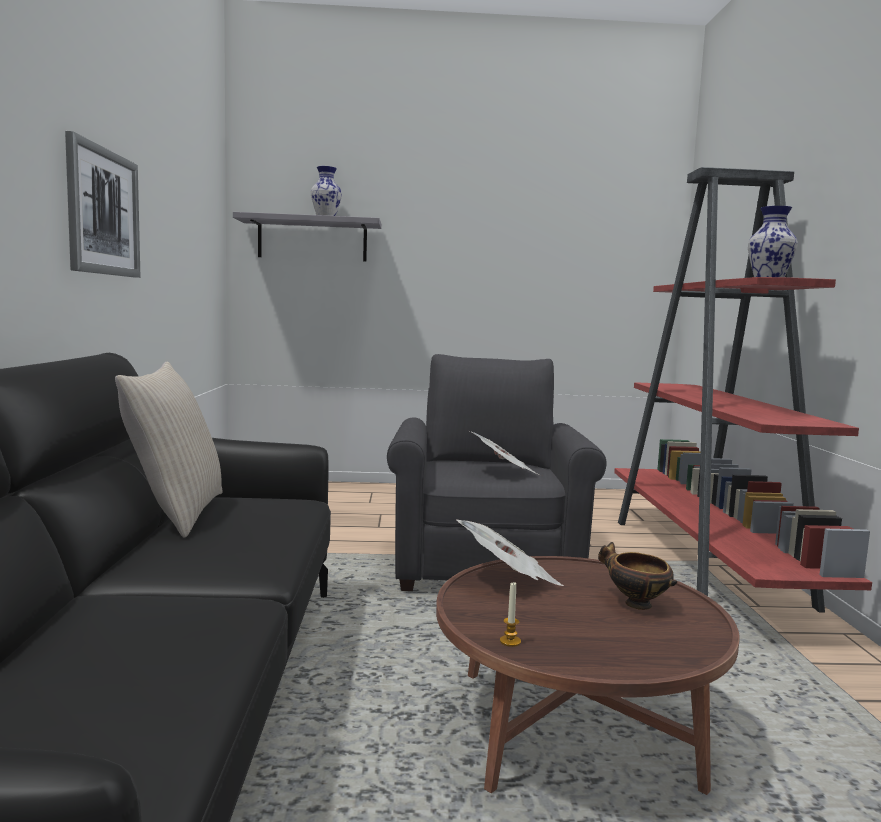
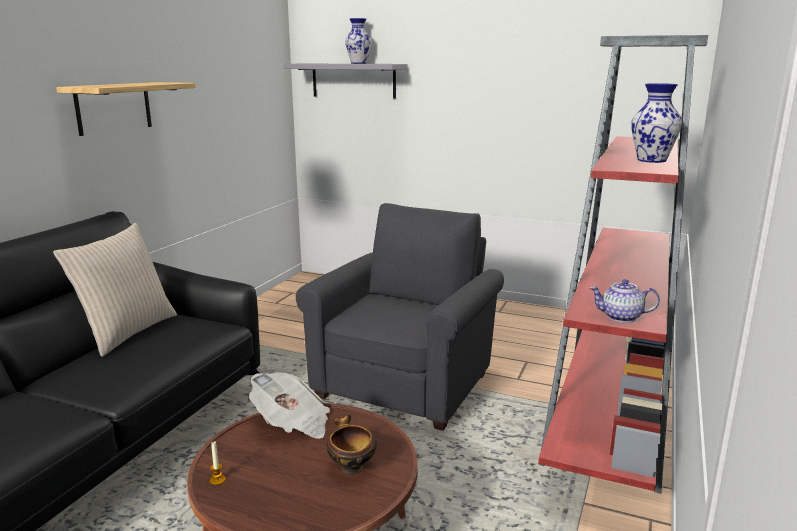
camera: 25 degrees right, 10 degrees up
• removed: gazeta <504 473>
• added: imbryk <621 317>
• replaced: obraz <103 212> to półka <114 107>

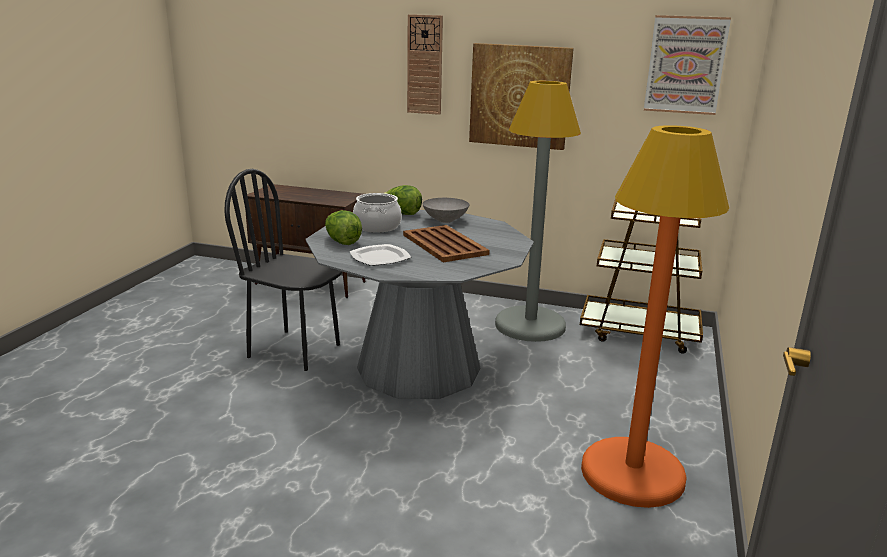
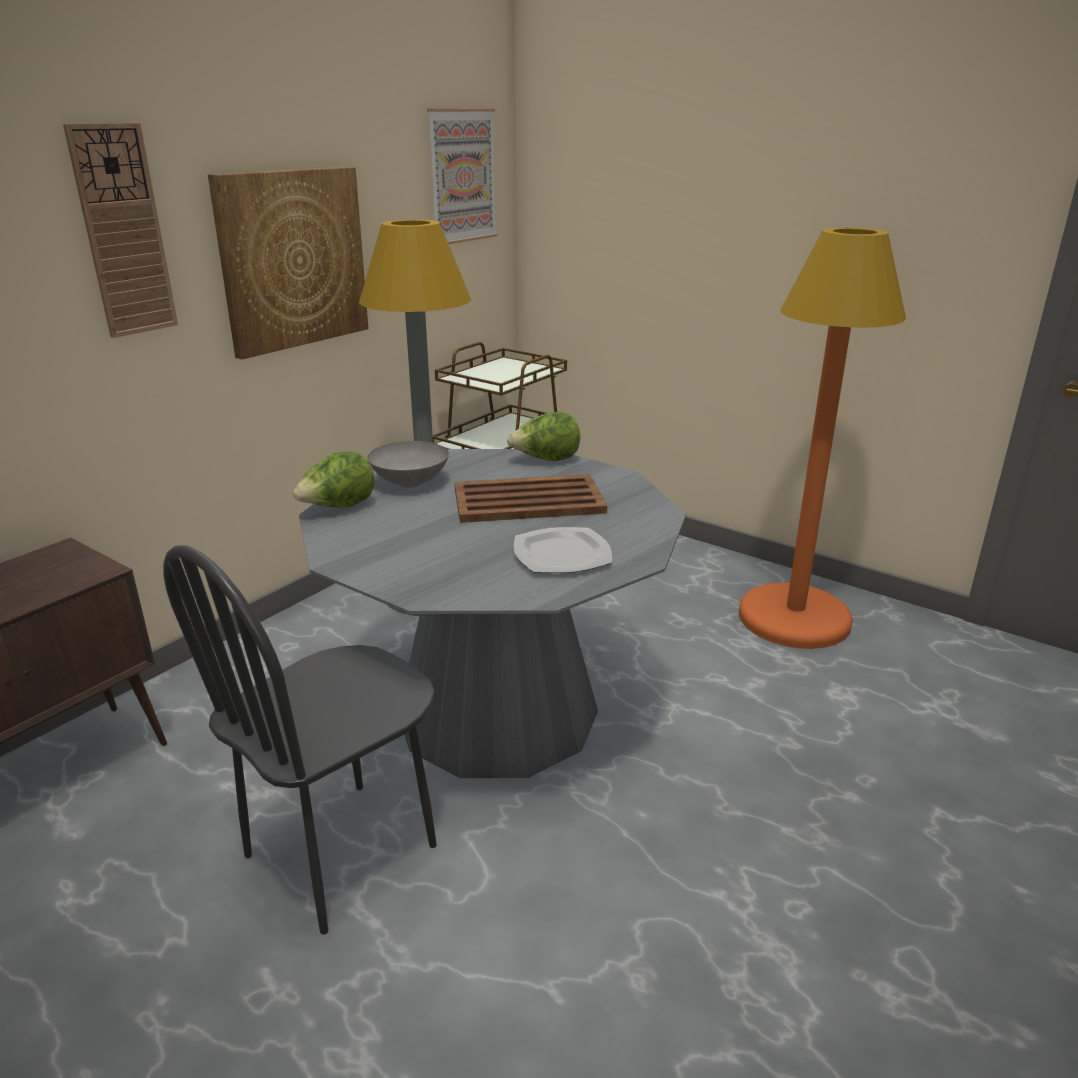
camera: 70 degrees left, 5 degrees up
• removed: garnek <376 227>
• moved: sałata <342 242> to <546 460>

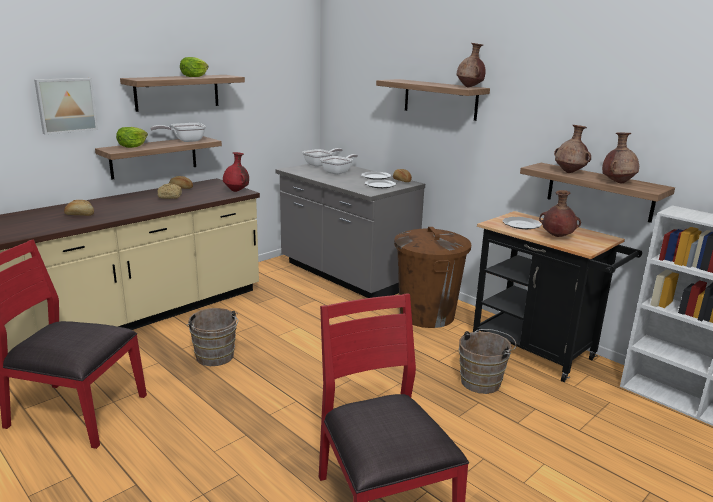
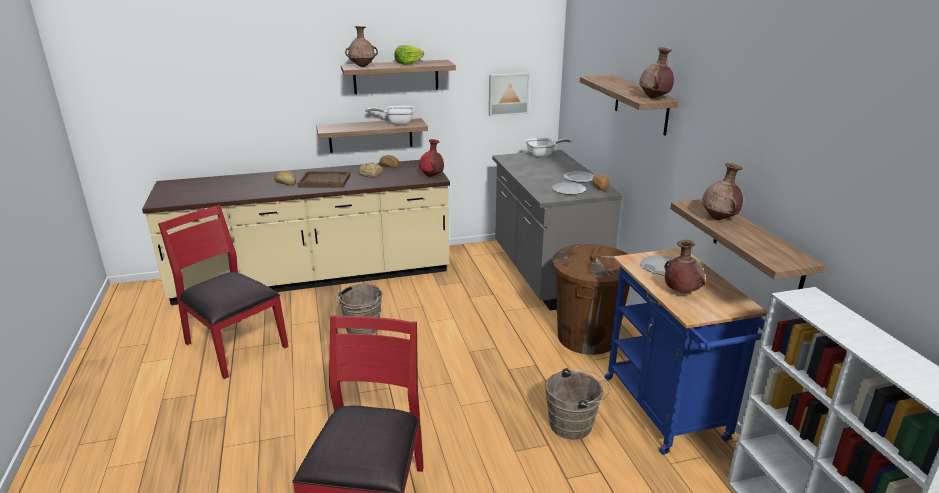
camera: 30 degrees right, 5 degrees up
• removed: sałata <132 146>
• removed: patelnia <338 172>
• added: taca [brązowy] <324 181>
• moved: obraz <66 105> to <508 93>
• moved: wazon [brązowy] <617 182> to <362 66>
• recoloured: wózek [czarny] <539 353> to wózek [niebieski] <669 414>

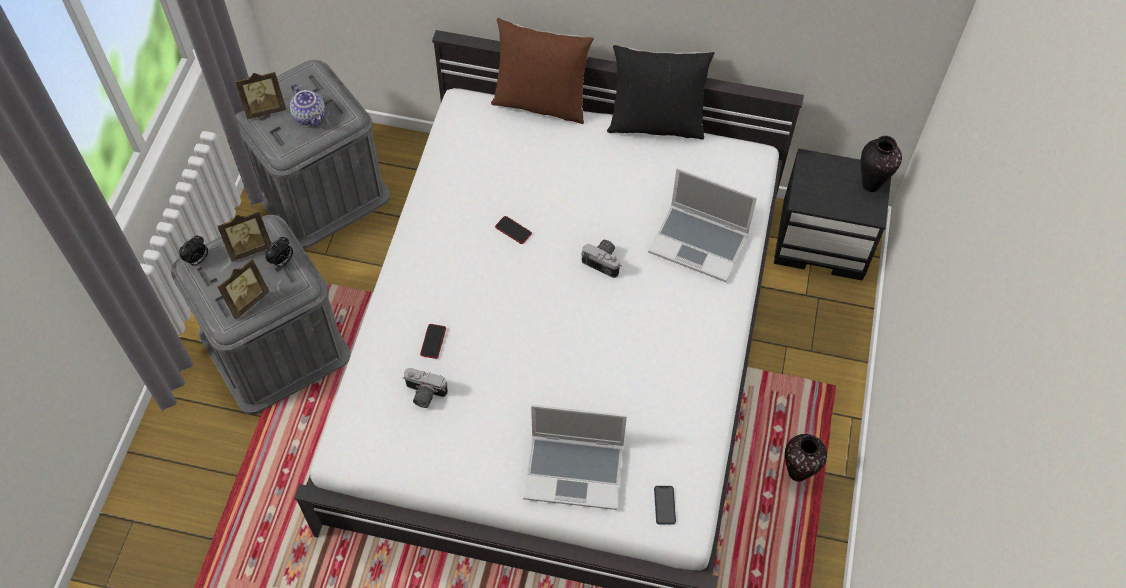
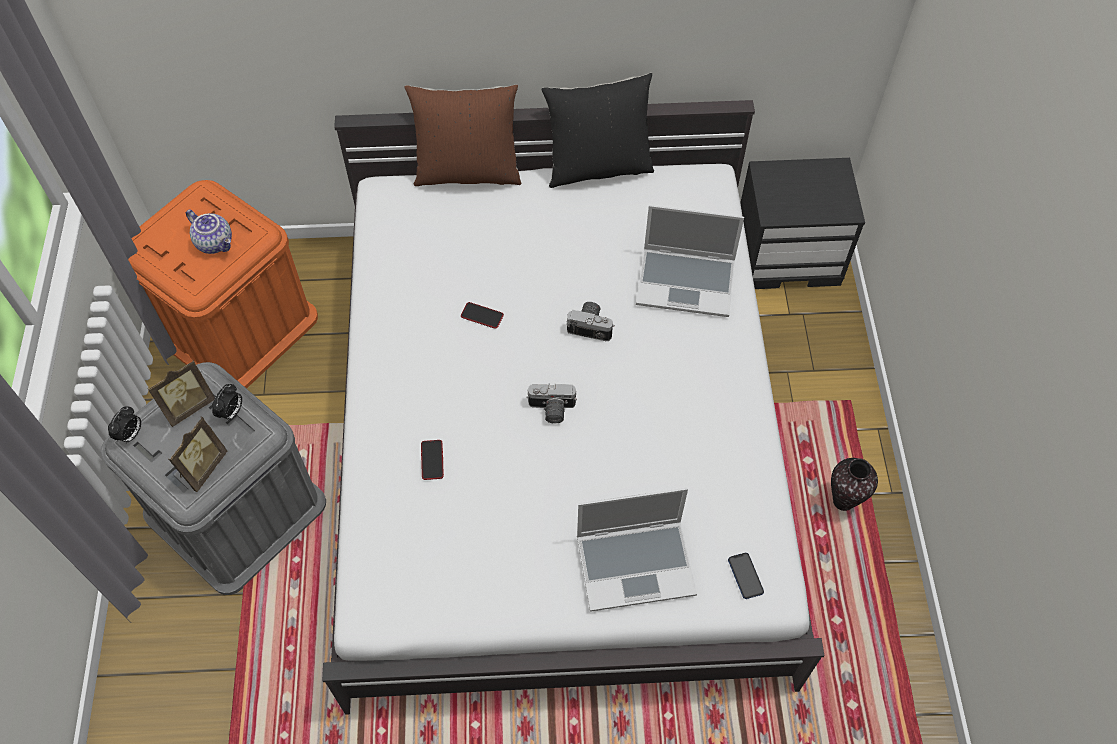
camera: 15 degrees left, 0 degrees up
• removed: ramka na zdjęcie <265 109>
• removed: wazon <870 184>
• moved: aparat fotograficzny <423 394> to <551 410>
• recoloured: pojemnik do przechowywania [szary] <318 188> to pojemnik do przechowywania [pomarańczowy] <235 324>

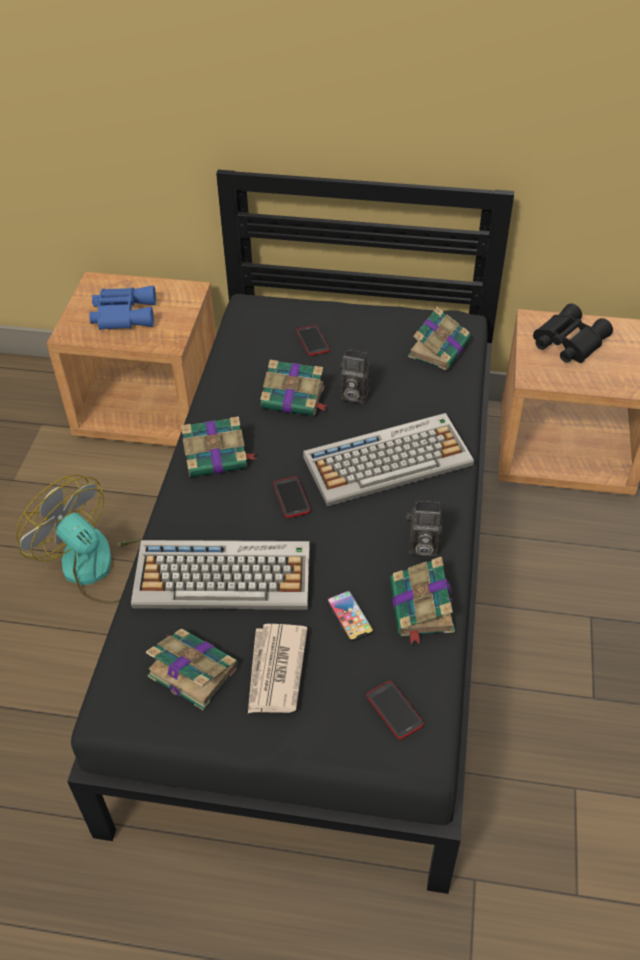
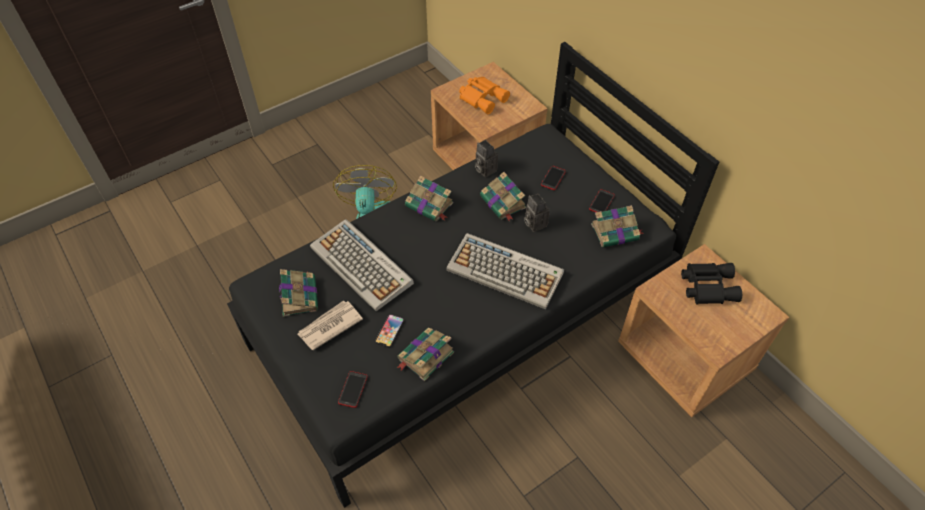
camera: 45 degrees right, 5 degrees up
• moved: telefon <291 498> to <601 202>
• moved: aparat fotograficzny <421 546> to <484 169>
• recoloured: lornetka [niebieski] <123 314> to lornetka [pomarańczowy] <483 97>

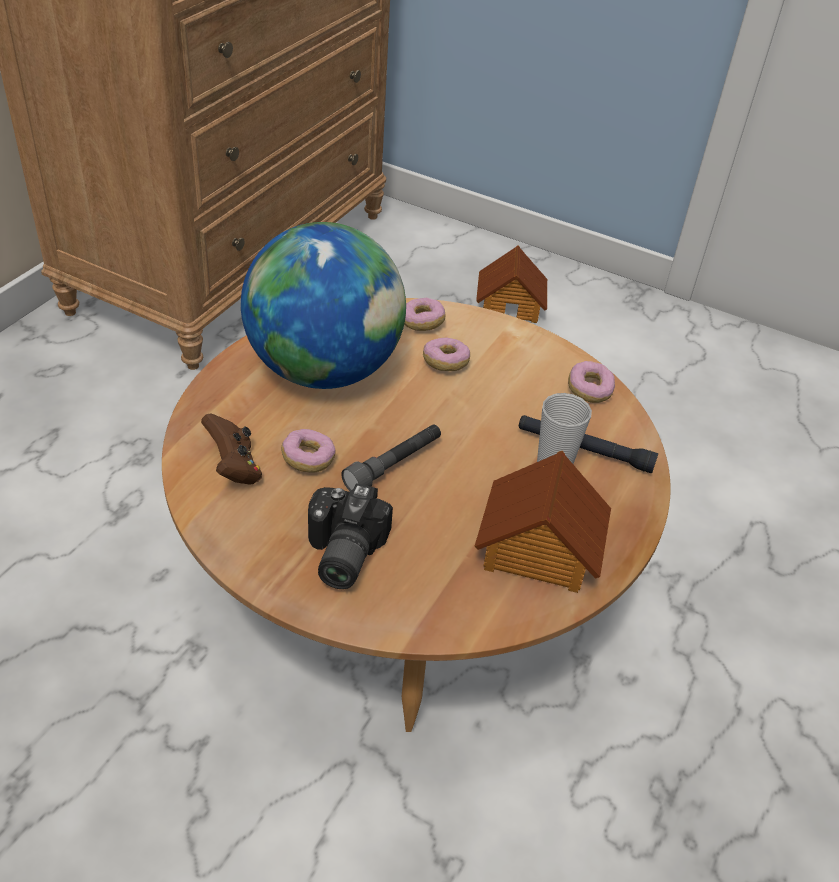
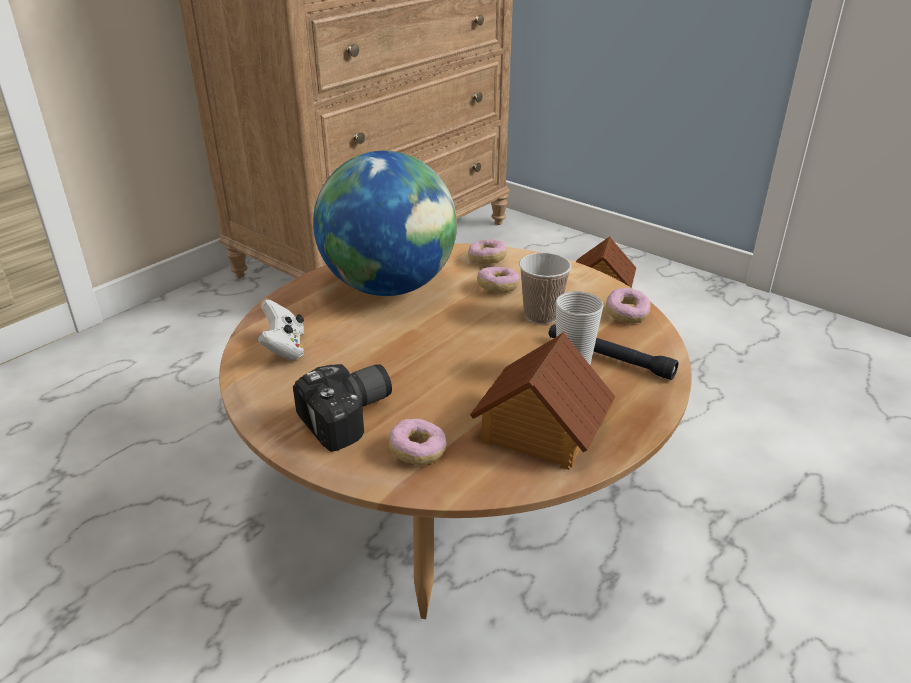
camera: 15 degrees right, 10 degrees down
• removed: latarka [szary] <394 465>
• added: filiżanka <541 315>
• moved: donut <308 459> to <418 451>
• recoloured: pad do gier [brązowy] <234 468> to pad do gier [biały] <284 348>
• turned: aparat fotograficzny <340 553> = <351 417> 150 degrees counterclockwise

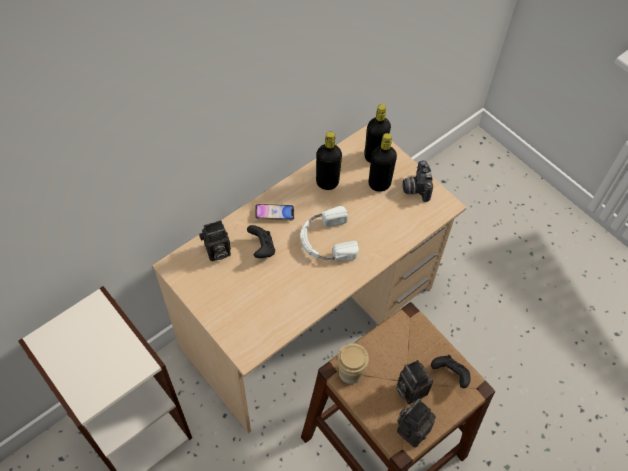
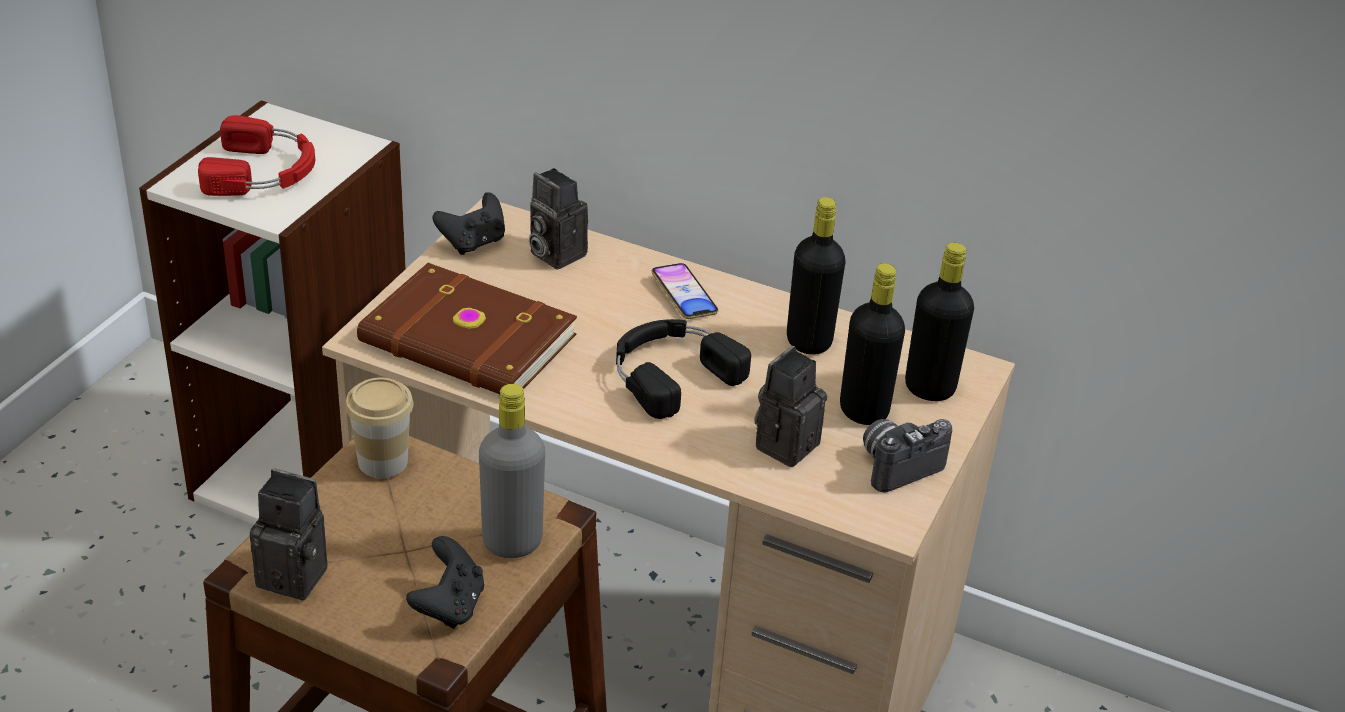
camera: 65 degrees right, 20 degrees down
• added: słuchawki [czerwony] <263 171>
• added: książka [brązowy] <467 341>
• added: butelka [szary] <512 542>
• moved: pad do gier [czarny] <262 248> to <473 243>
• moved: aparat fotograficzny <409 389> to <785 443>
• recoloured: słuchawki [biały] <326 240> to słuchawki [czarny] <670 373>

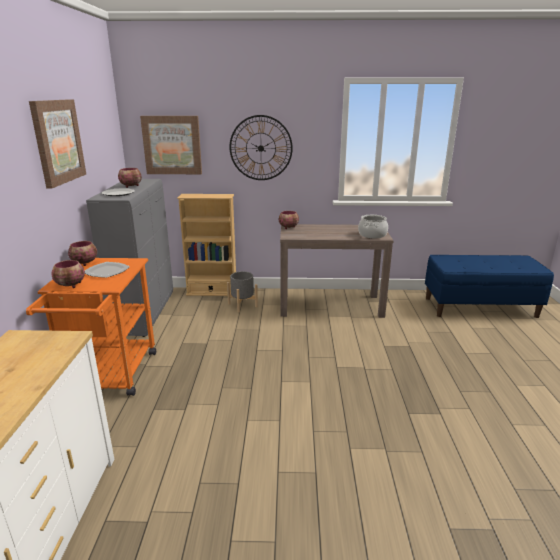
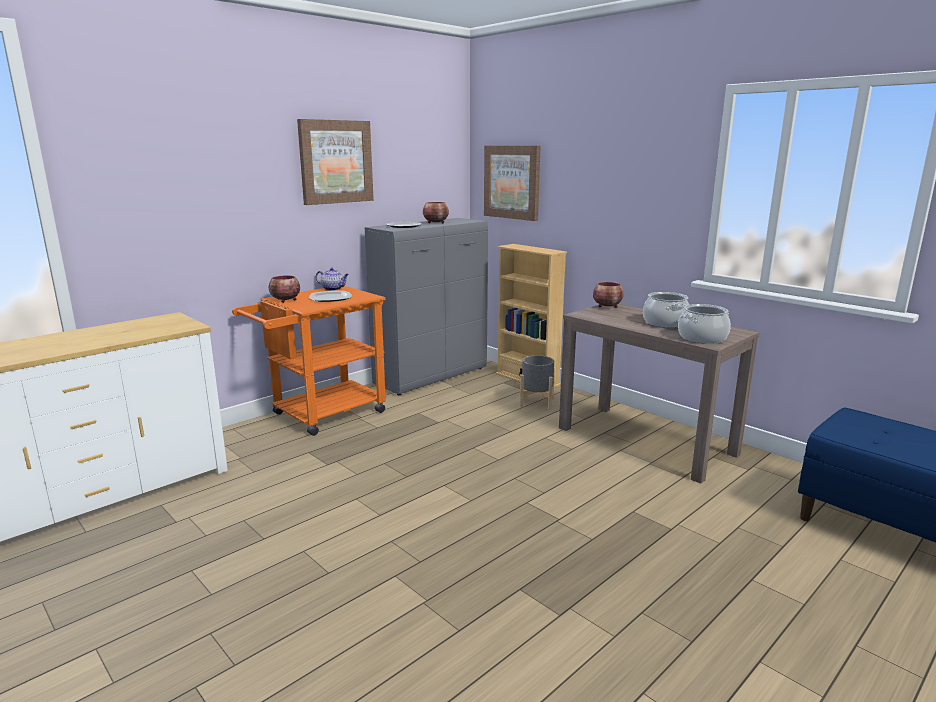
camera: 45 degrees right, 5 degrees down
• removed: zegar ścienny <261 148>
• added: garnek <664 323>
• replaced: miska <85 263> to imbryk <333 289>

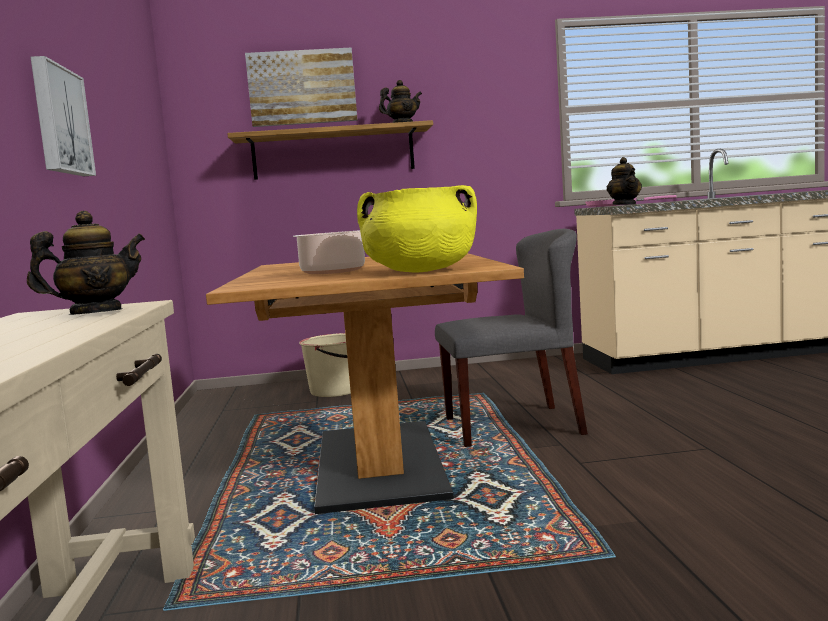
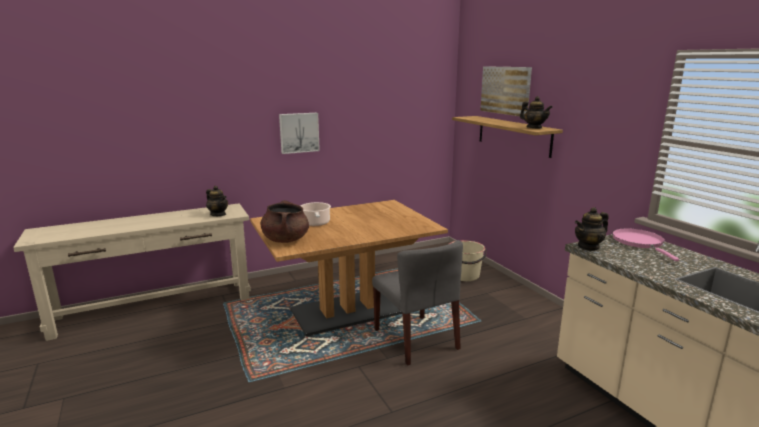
camera: 70 degrees right, 10 degrees up
• recoloured: garnek [żółty] <421 271> to garnek [brązowy] <285 240>

